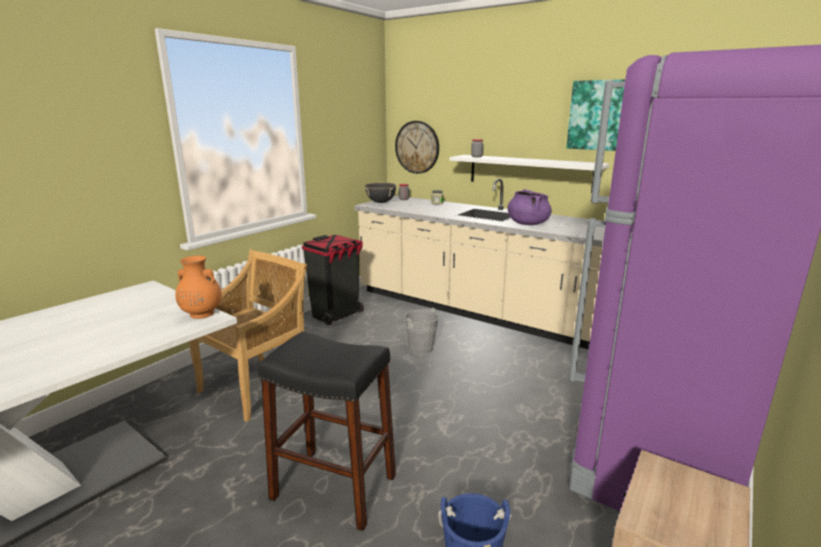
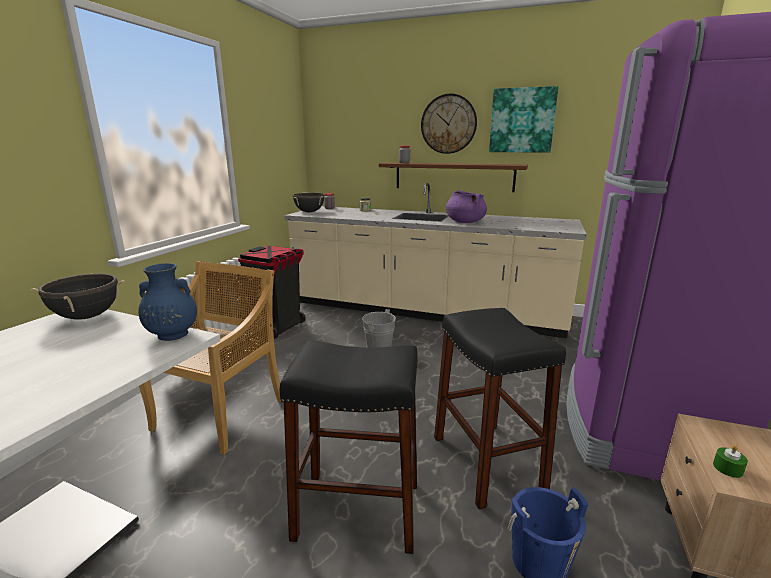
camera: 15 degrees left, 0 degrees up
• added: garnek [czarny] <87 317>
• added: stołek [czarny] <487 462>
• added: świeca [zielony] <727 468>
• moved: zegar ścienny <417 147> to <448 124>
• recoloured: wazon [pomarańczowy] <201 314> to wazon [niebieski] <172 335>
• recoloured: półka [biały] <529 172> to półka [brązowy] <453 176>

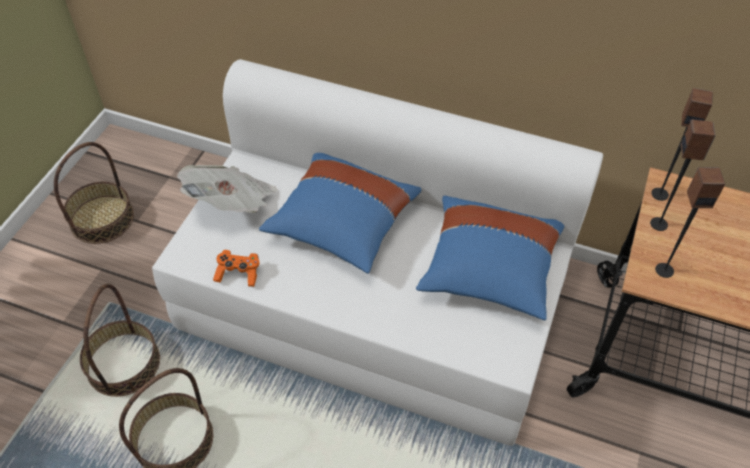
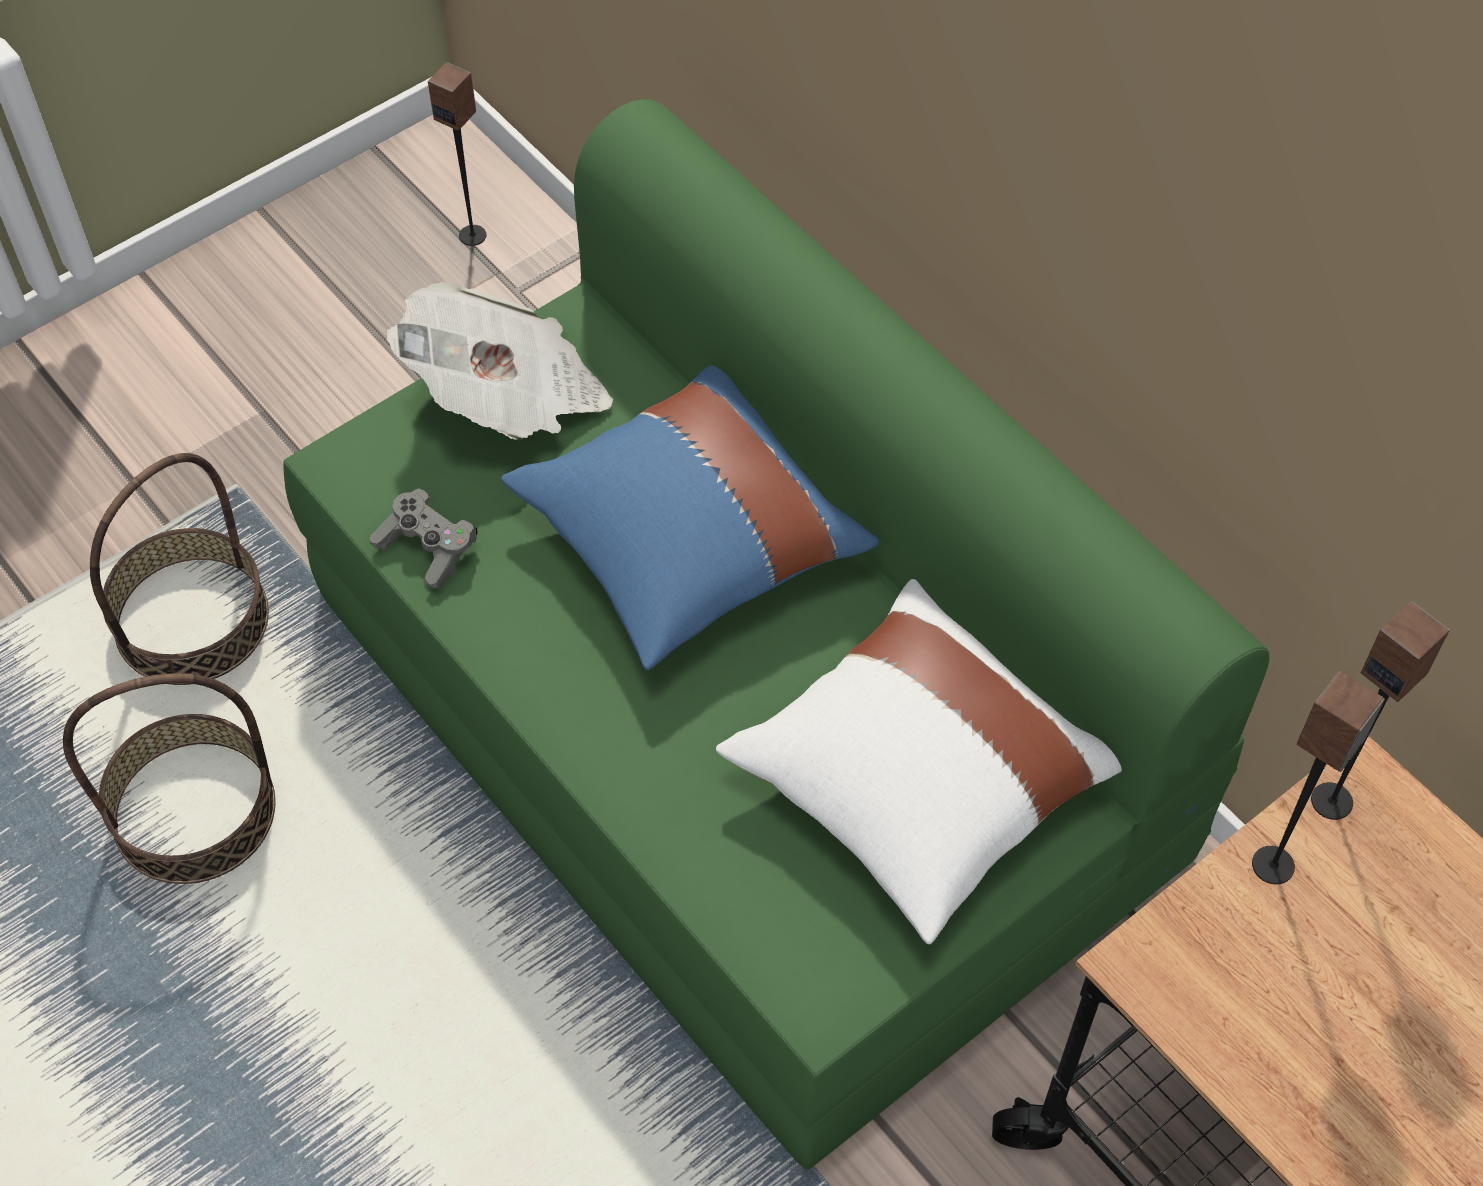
camera: 30 degrees right, 5 degrees up
• removed: koszyk <102 219>
• moved: głośnik <664 270> to <473 235>
• recoloured: kanapa [biały] <375 294> to kanapa [zielony] <743 719>
• recoloured: pad do gier [pomarańczowy] <238 273> to pad do gier [szary] <427 548>
• recoloured: poduszka [niebieski] <489 270> to poduszka [biały] <918 784>

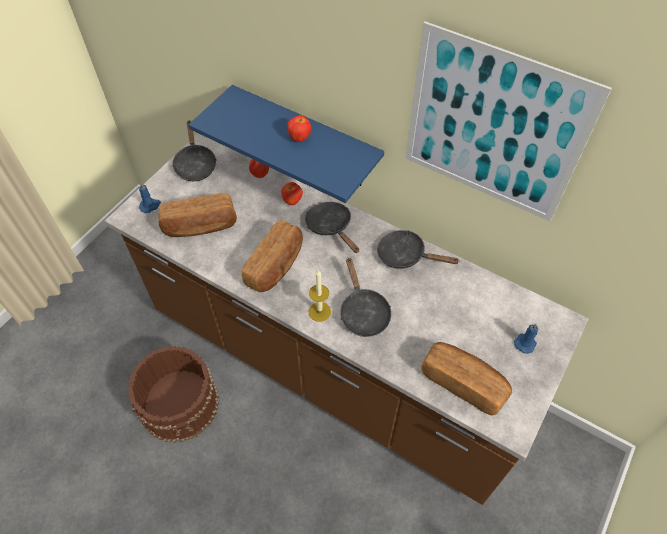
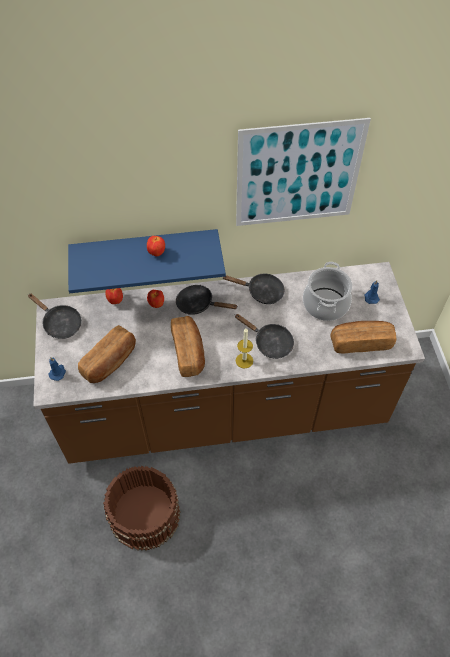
camera: 40 degrees left, 0 degrees up
• added: garnek <325 304>
• turned: patelnia [czarny] <405 256> = <261 292> 150 degrees counterclockwise

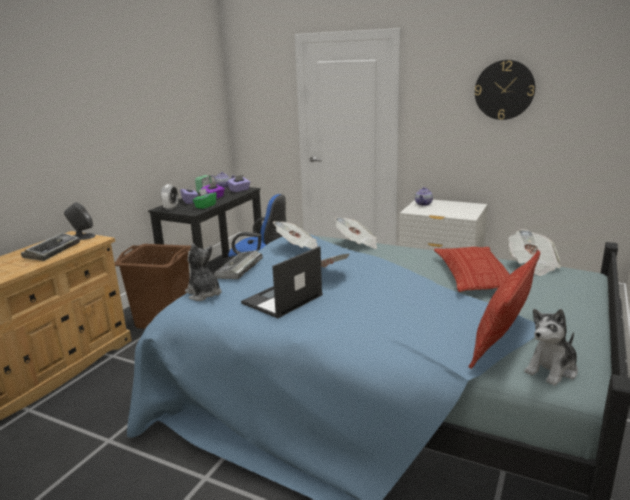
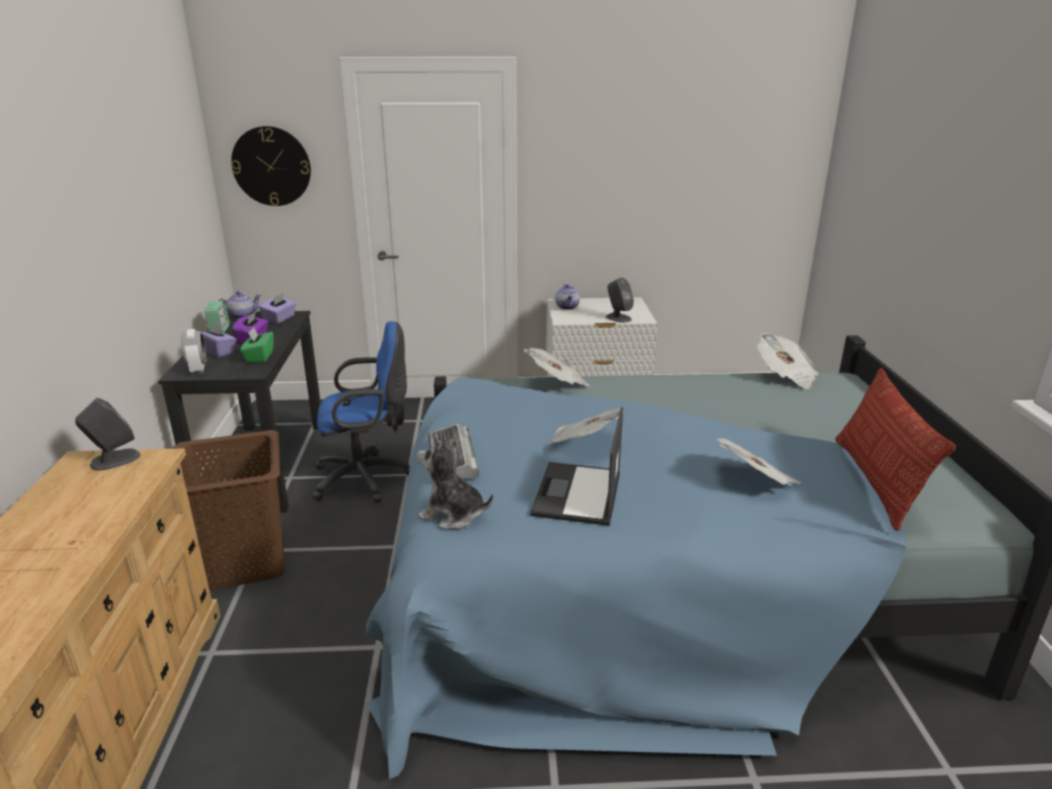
camera: 30 degrees left, 5 degrees up
• removed: klawiatura <52 251>
• removed: poduszka <474 276>
• removed: pluszak <552 370>
• added: głośnik [szary] <618 318>
• moved: gazeta <298 247> to <756 482>
• moved: zegar ścienny <504 90> to <271 166>

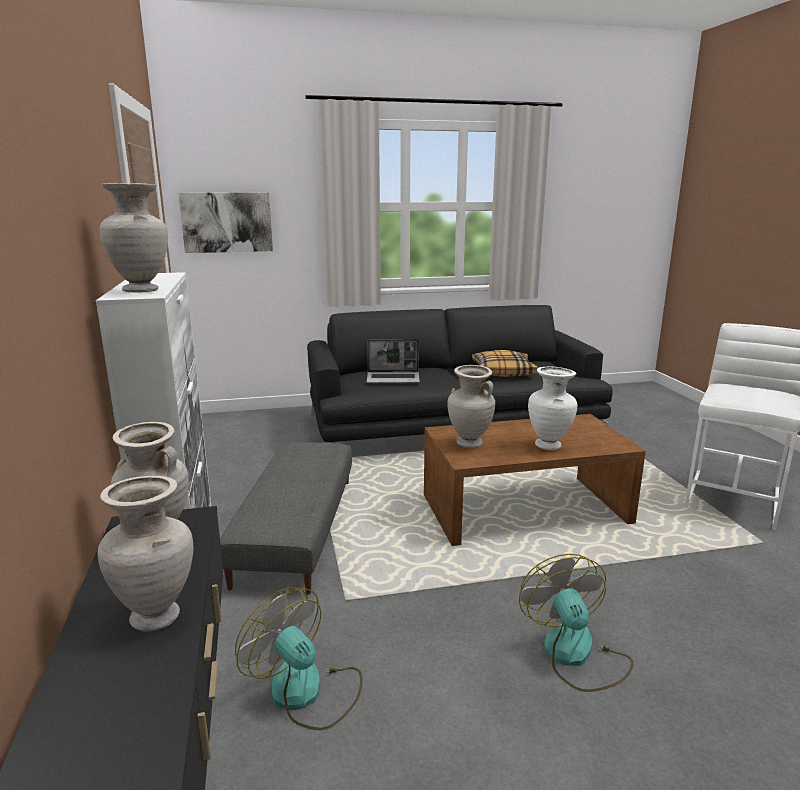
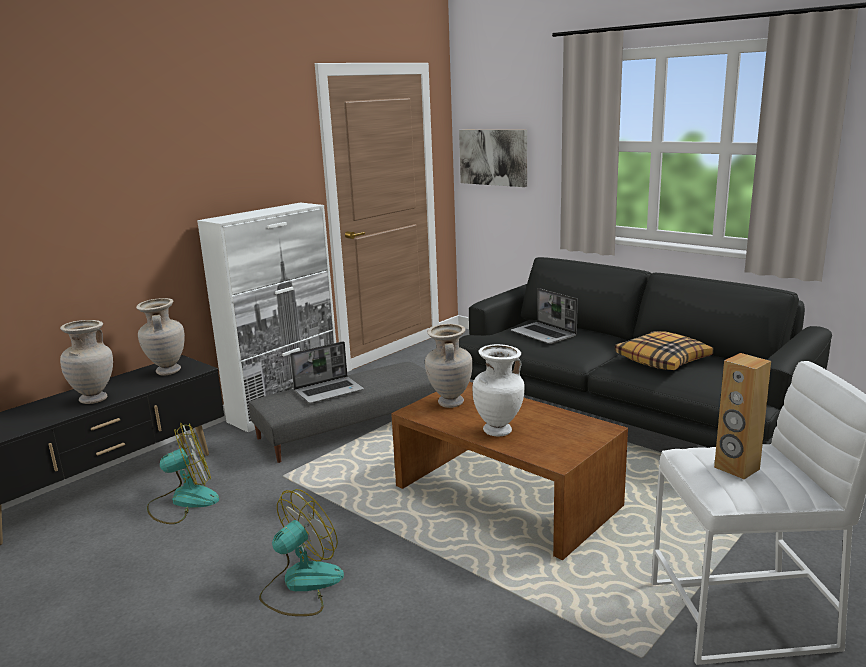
camera: 55 degrees right, 0 degrees up
• removed: wazon [beżowy] <142 291>
• added: laptop <329 391>
• added: głośnik [brązowy] <736 468>
• turned: wentylator <306 692> = <183 501> 60 degrees clockwise

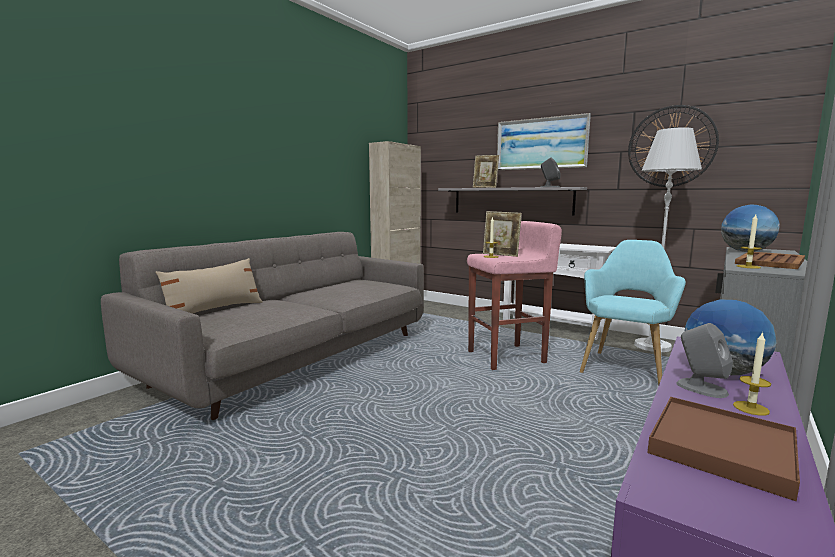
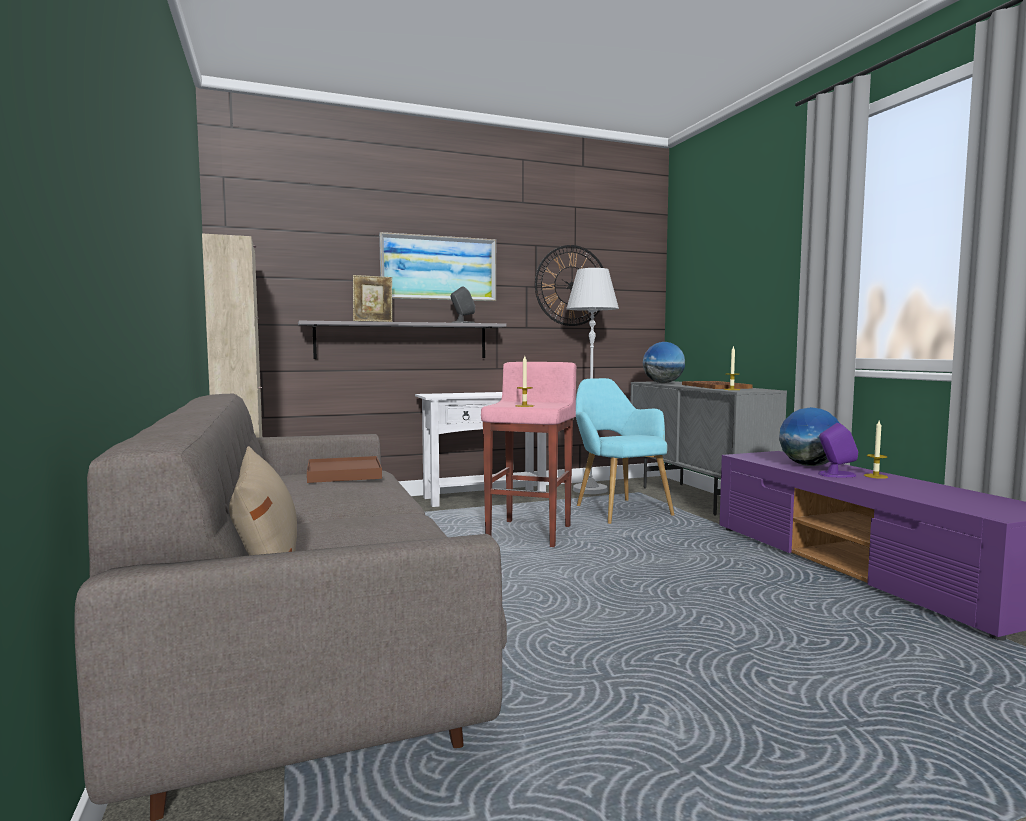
camera: 55 degrees left, 5 degrees down
• removed: ramka na zdjęcie <501 255>
• moved: taca [brązowy] <722 448> to <344 473>
• recoloured: głośnik [szary] <701 388> to głośnik [fioletowy] <836 474>

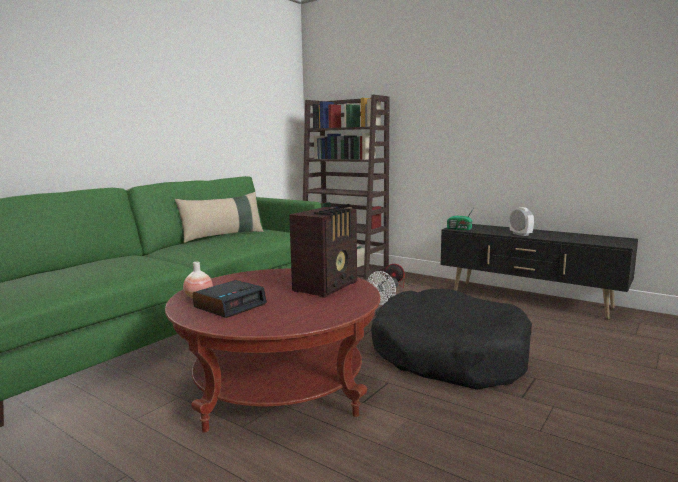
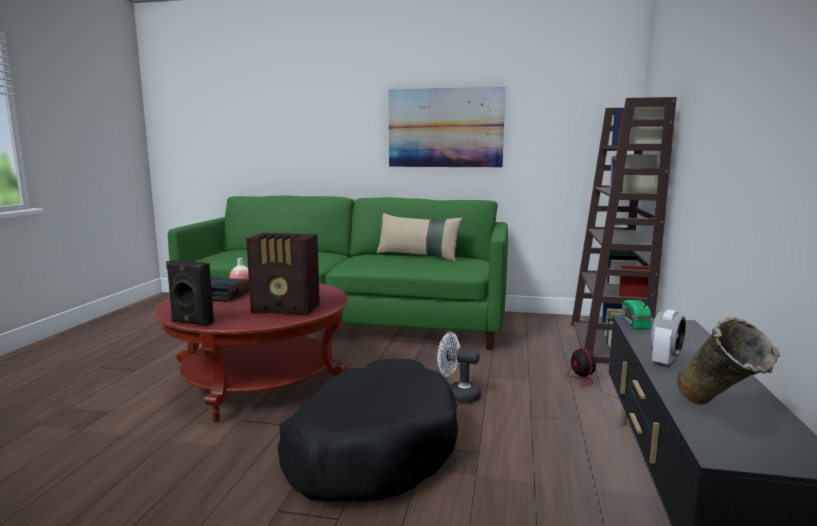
camera: 65 degrees right, 0 degrees up
• added: głośnik [czarny] <191 322>
• added: obraz <445 128>
• added: wazon [beżowy] <719 412>

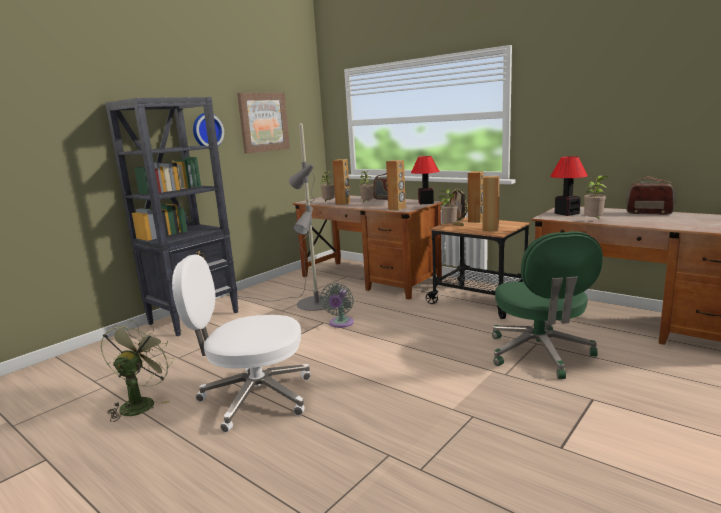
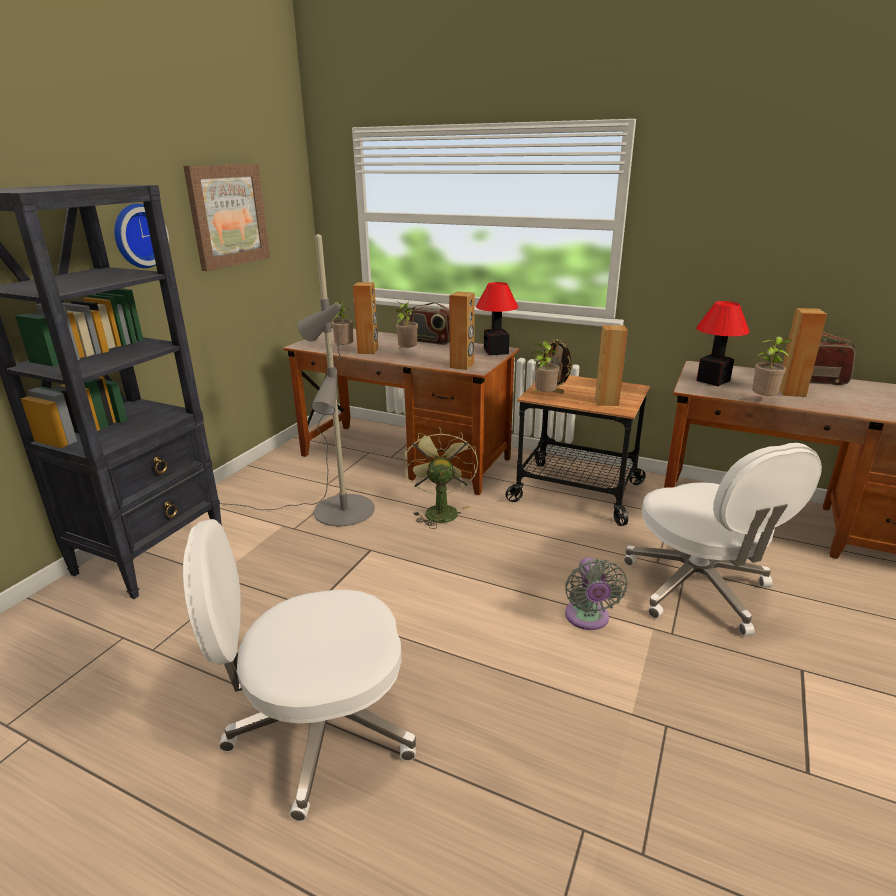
camera: 15 degrees left, 10 degrees up
• moved: wentylator [zielony] <140 403> to <439 510>
• moved: wentylator [szary] <340 324> to <587 619>
• moved: głośnik [brązowy] <475 220> to <791 392>
• recoloured: krzesło biurowe [zielony] <540 354> to krzesło biurowe [biały] <698 589>

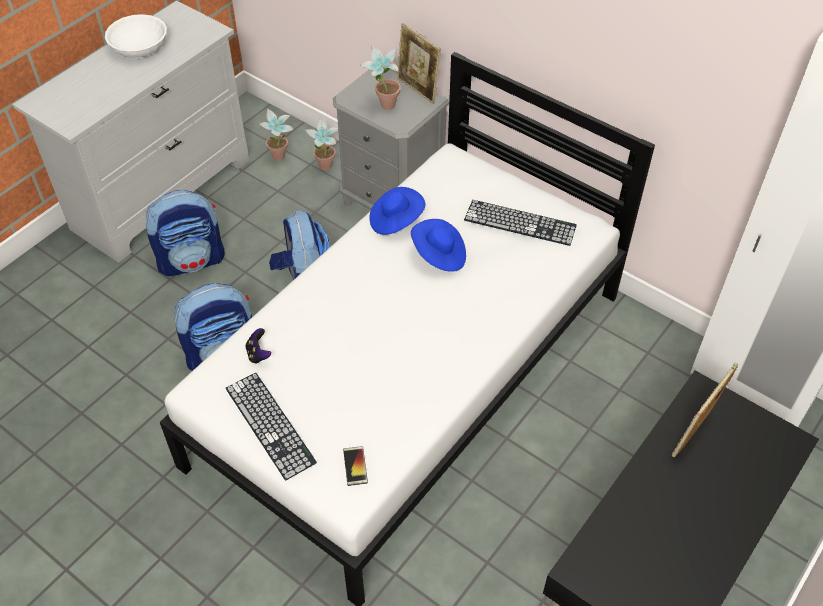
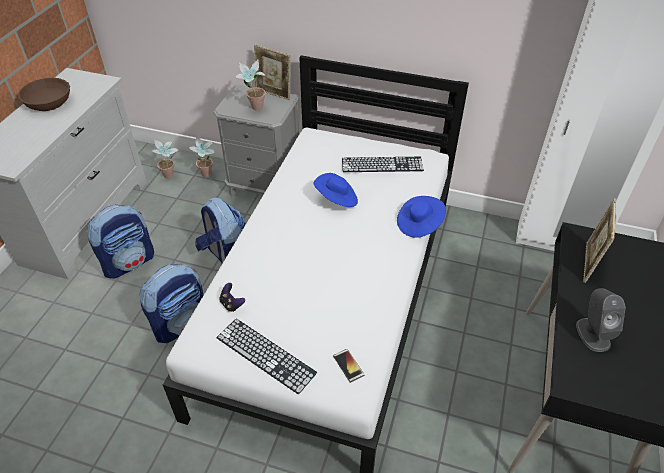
camera: 20 degrees left, 5 degrees down
• added: głośnik [szary] <592 334>
• moved: kapelusz [niebieski] <395 221> to <419 224>
• recoloured: miska [biały] <139 46> to miska [brązowy] <48 102>

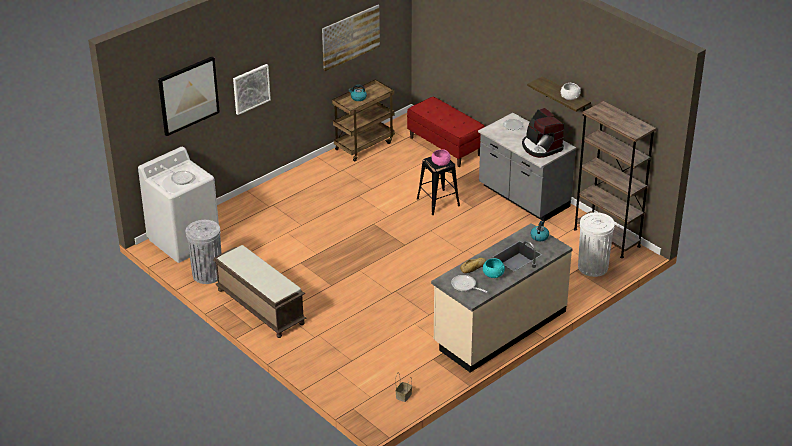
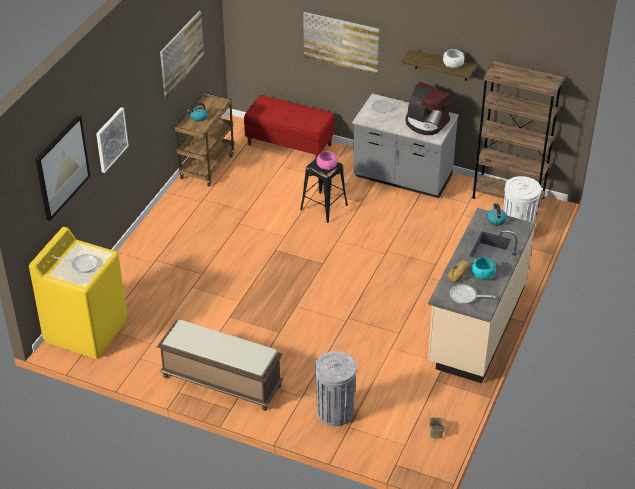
camera: 25 degrees left, 5 degrees up
• added: obraz <341 42>
• moved: kosz na śmieci [szary] <207 274> to <334 412>
• recoloured: pralka [biały] <184 240> to pralka [żółty] <86 330>

